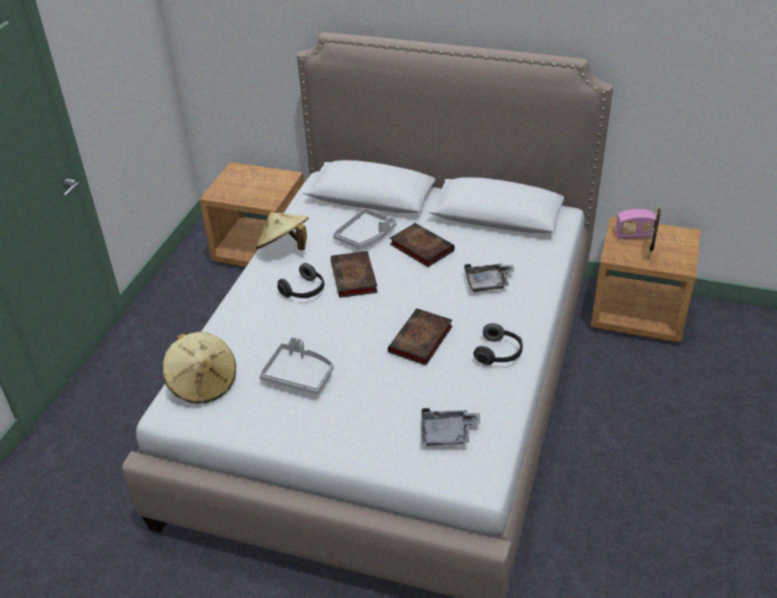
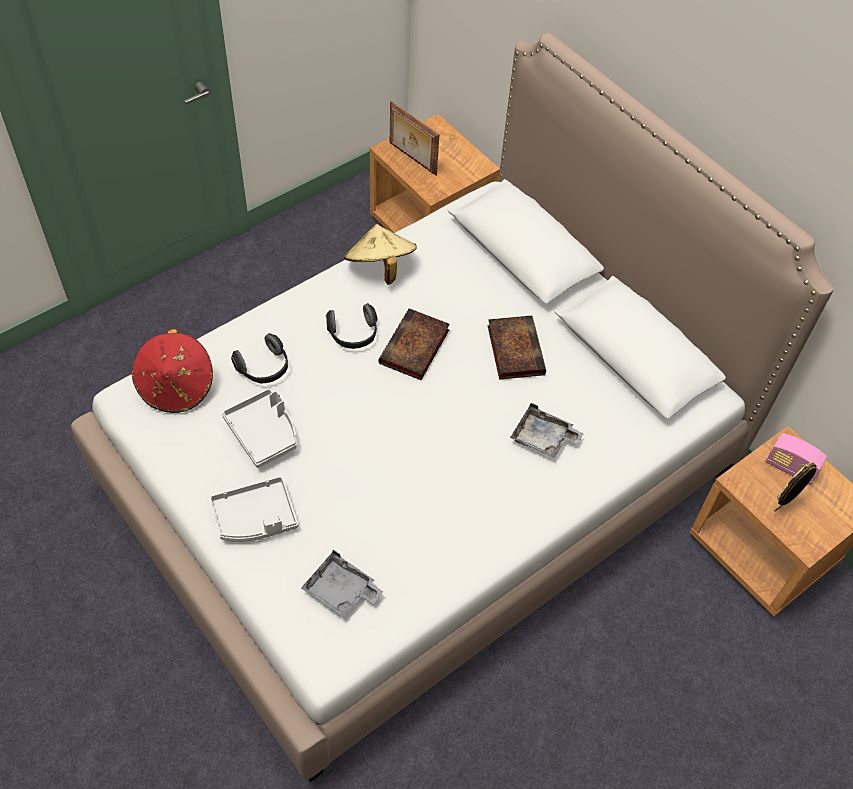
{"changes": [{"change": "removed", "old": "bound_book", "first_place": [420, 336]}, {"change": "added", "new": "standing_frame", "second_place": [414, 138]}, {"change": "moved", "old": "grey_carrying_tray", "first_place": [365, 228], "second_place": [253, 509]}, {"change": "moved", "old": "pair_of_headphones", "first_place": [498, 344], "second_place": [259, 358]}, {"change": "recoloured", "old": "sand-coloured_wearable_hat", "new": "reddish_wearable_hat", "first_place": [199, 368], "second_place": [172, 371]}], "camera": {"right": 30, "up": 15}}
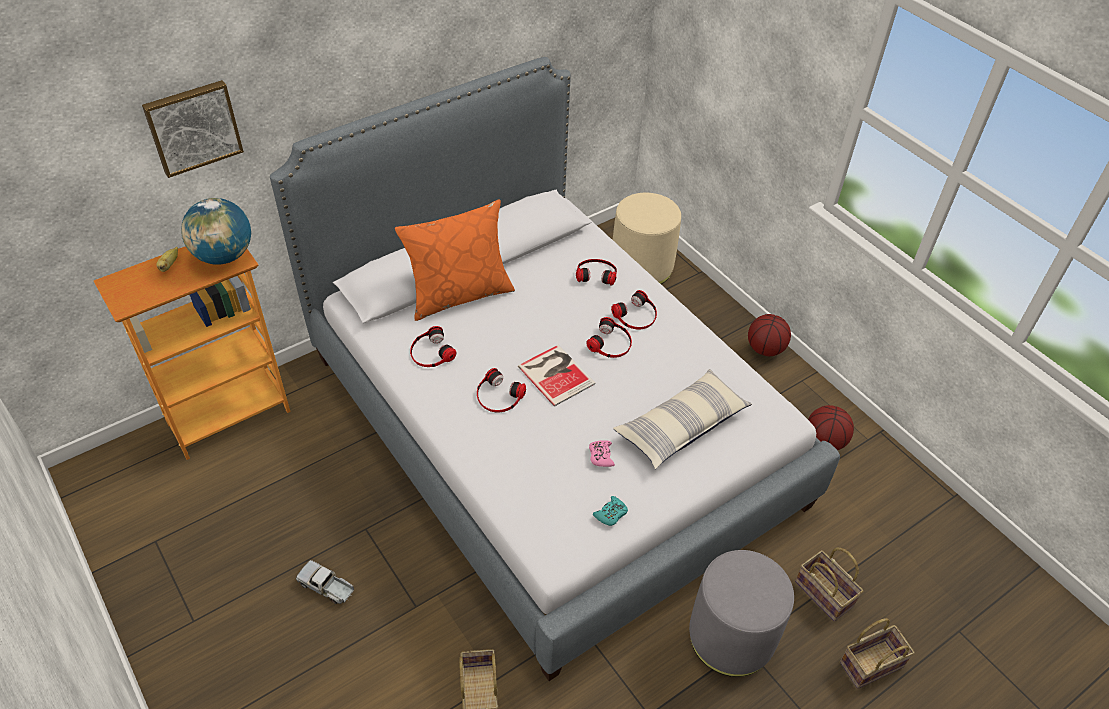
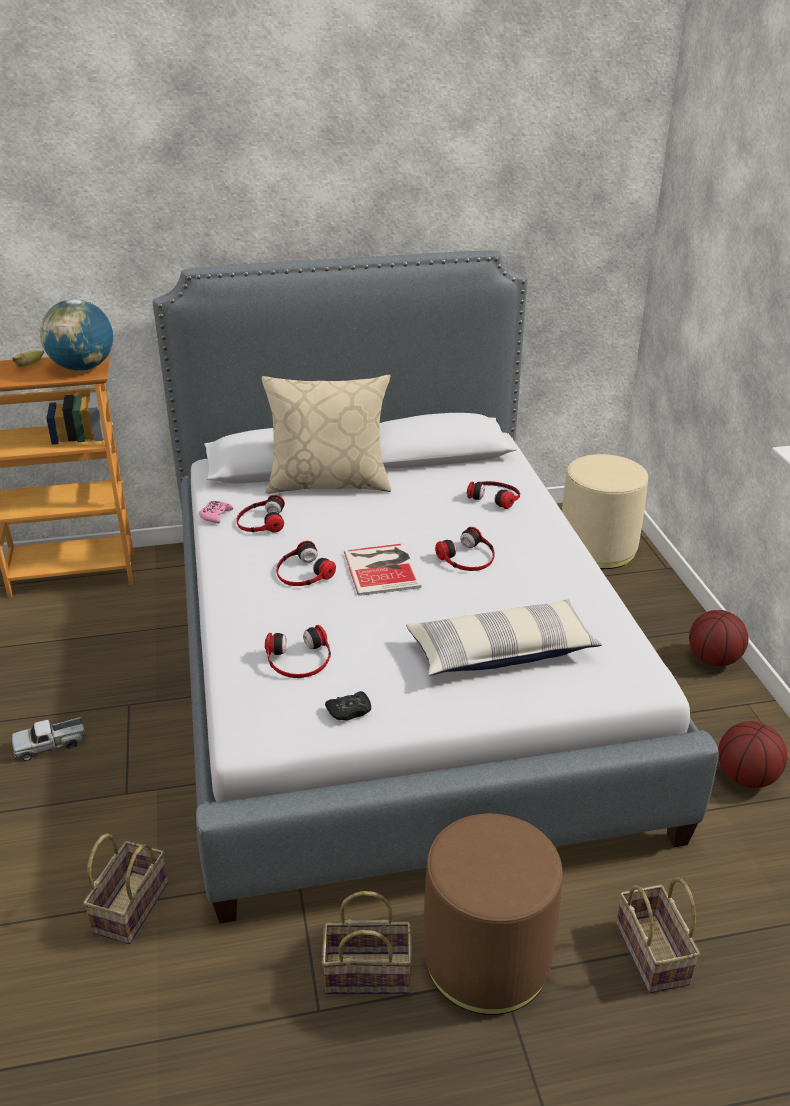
{"changes": [{"change": "removed", "old": "picture", "first_place": [193, 129]}, {"change": "moved", "old": "pinkish_game_controller", "first_place": [602, 453], "second_place": [216, 512]}, {"change": "moved", "old": "pair_of_headphones", "first_place": [634, 309], "second_place": [298, 651]}, {"change": "moved", "old": "household_basket", "first_place": [877, 653], "second_place": [367, 942]}, {"change": "recoloured", "old": "orange-coloured_pillow", "new": "sand-coloured_pillow", "first_place": [455, 260], "second_place": [326, 434]}, {"change": "recoloured", "old": "blue-green_game_controller", "new": "black_game_controller", "first_place": [610, 511], "second_place": [348, 705]}, {"change": "recoloured", "old": "grey_footrest", "new": "brown_footrest", "first_place": [741, 613], "second_place": [493, 914]}, {"change": "turned", "old": "toy_lorry", "first_place": [325, 582], "second_place": [49, 739], "degrees": -75}], "camera": {"right": 25, "up": -15}}
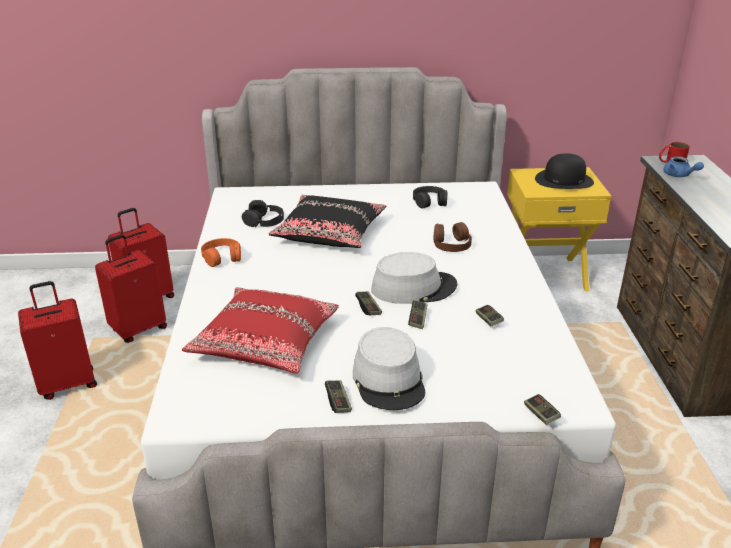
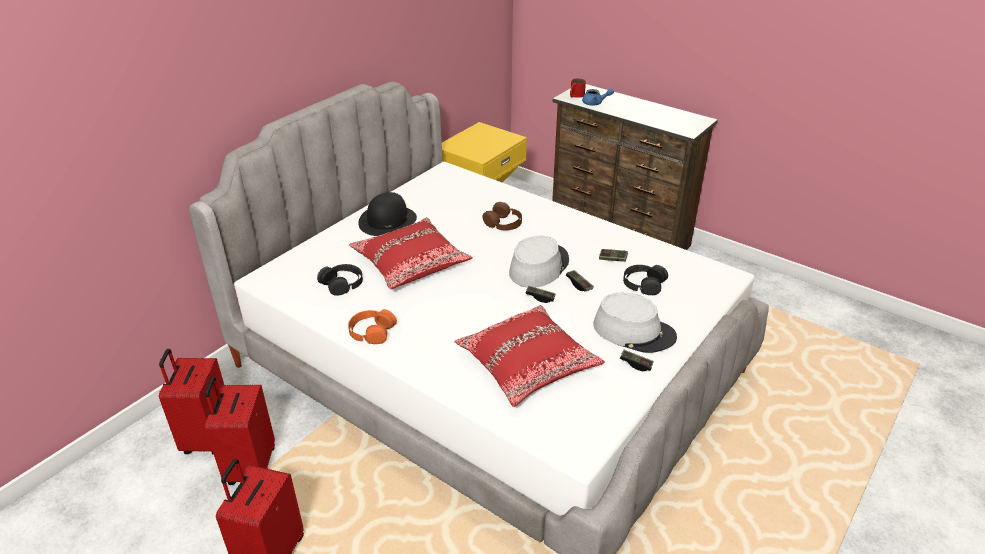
{"changes": [{"change": "removed", "old": "game_controller", "first_place": [542, 409]}, {"change": "moved", "old": "black_pair_of_headphones", "first_place": [430, 197], "second_place": [645, 280]}, {"change": "moved", "old": "black_wearable_hat", "first_place": [564, 171], "second_place": [387, 214]}, {"change": "recoloured", "old": "black_pillow", "new": "reddish_pillow", "first_place": [327, 221], "second_place": [411, 253]}], "camera": {"right": -50, "up": 5}}
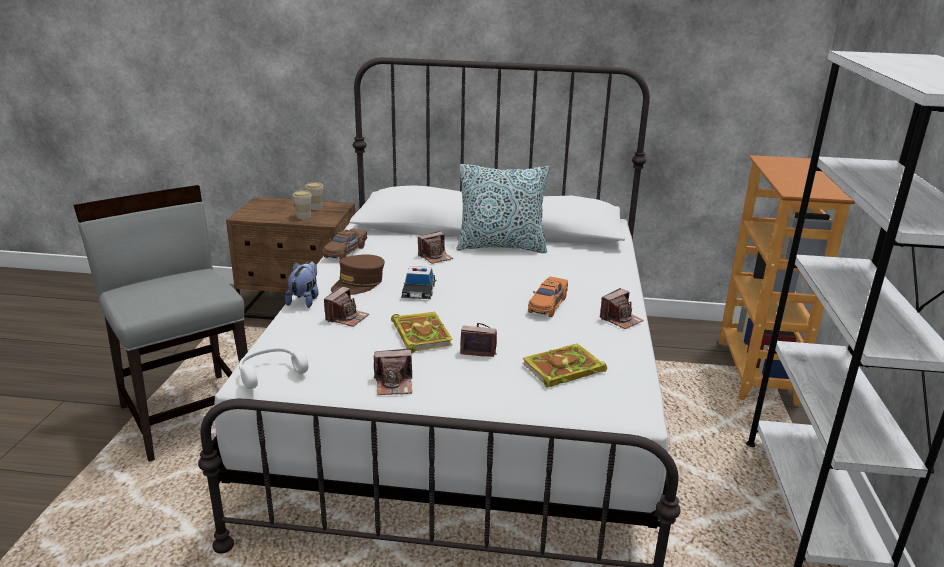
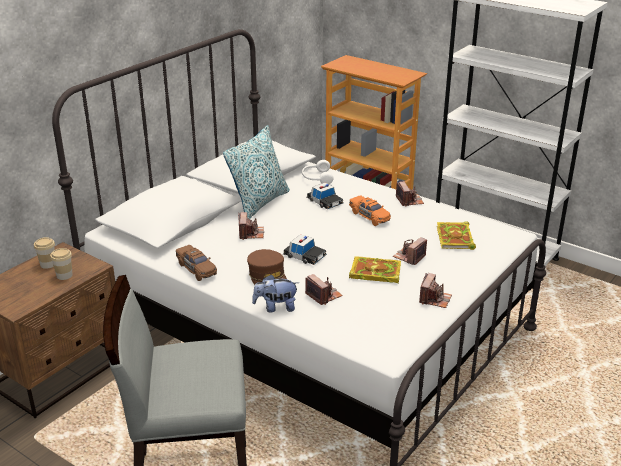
{"changes": [{"change": "added", "new": "model_car", "second_place": [325, 196]}, {"change": "moved", "old": "whitish_pair_of_headphones", "first_place": [273, 368], "second_place": [318, 172]}, {"change": "turned", "old": "cuddly_toy", "first_place": [302, 284], "second_place": [275, 293], "degrees": -45}], "camera": {"right": -60, "up": 5}}
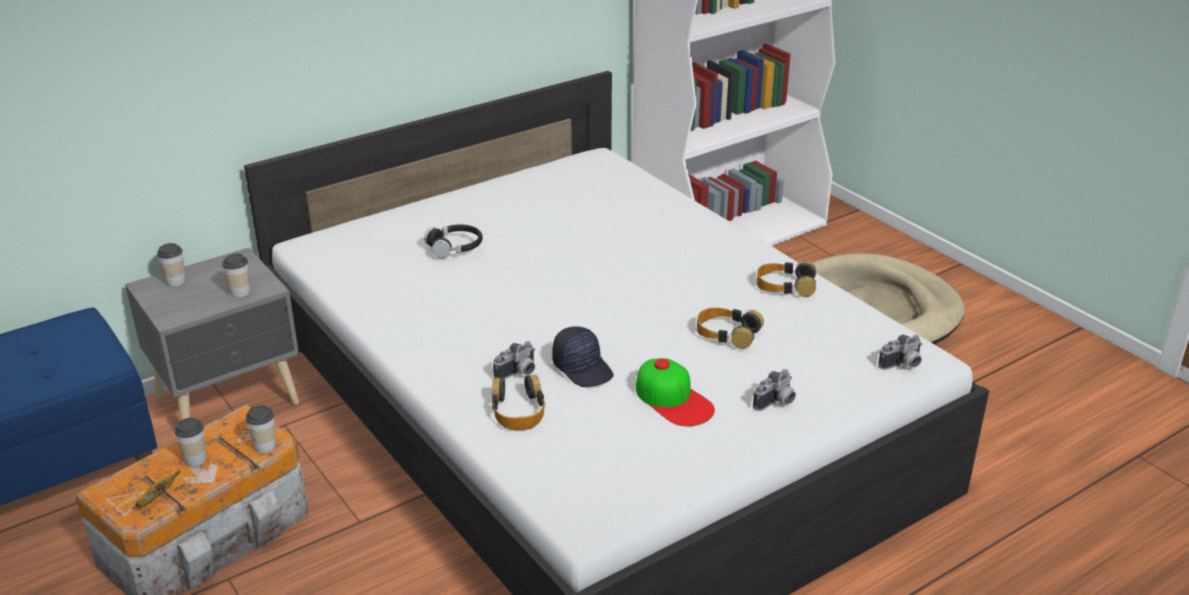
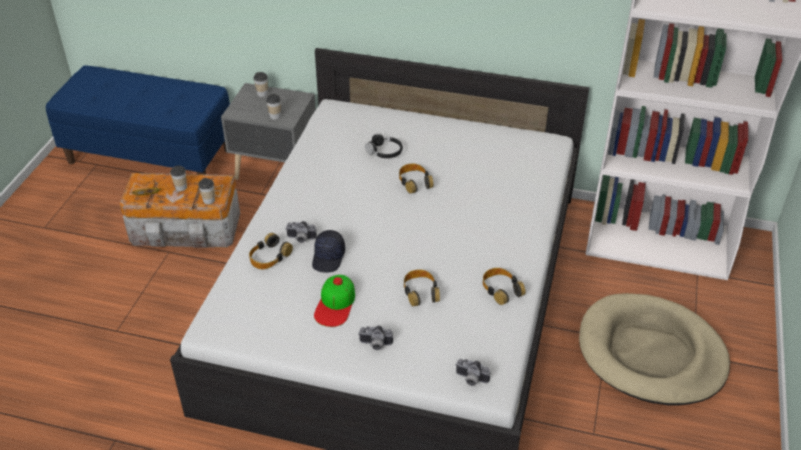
{"changes": [{"change": "added", "new": "pair_of_headphones", "second_place": [416, 179]}], "camera": {"right": 50, "up": 10}}
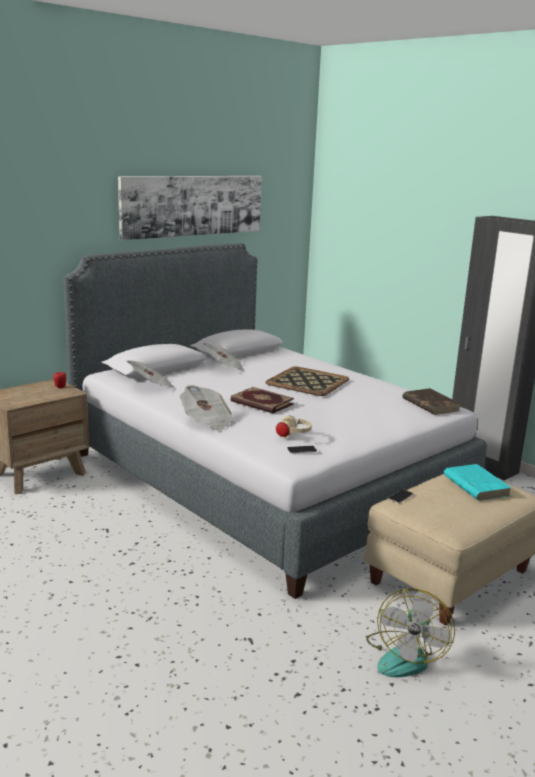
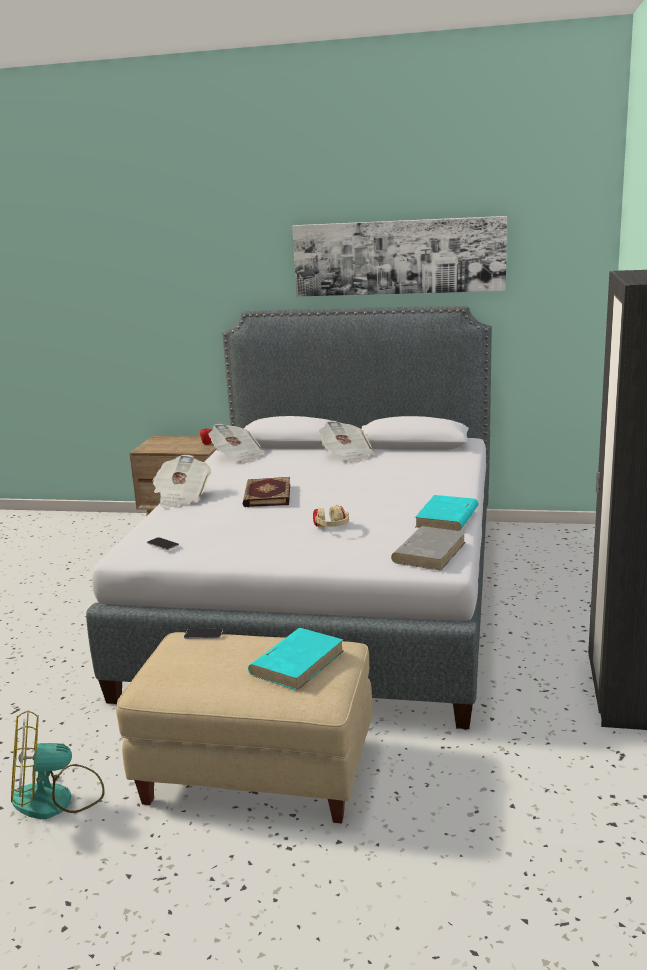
{"changes": [{"change": "removed", "old": "carrying_tray", "first_place": [307, 381]}, {"change": "added", "new": "blue-green_bound_book", "second_place": [446, 513]}, {"change": "moved", "old": "sand-coloured_pair_of_headphones", "first_place": [294, 426], "second_place": [331, 516]}, {"change": "recoloured", "old": "brown_bound_book", "new": "grey_bound_book", "first_place": [432, 401], "second_place": [428, 548]}], "camera": {"right": 55, "up": 0}}
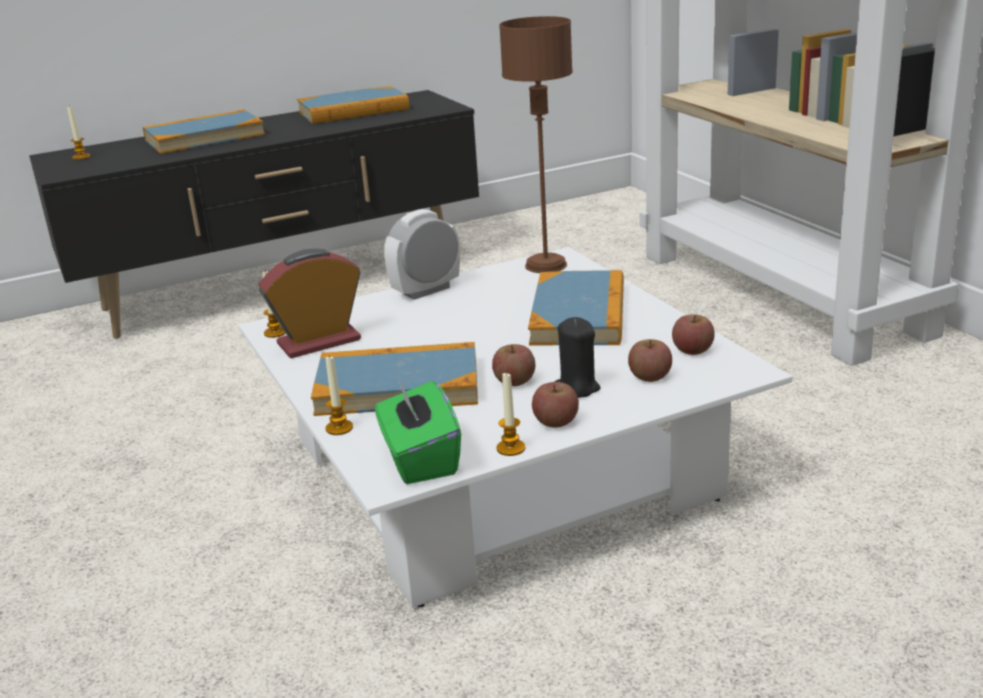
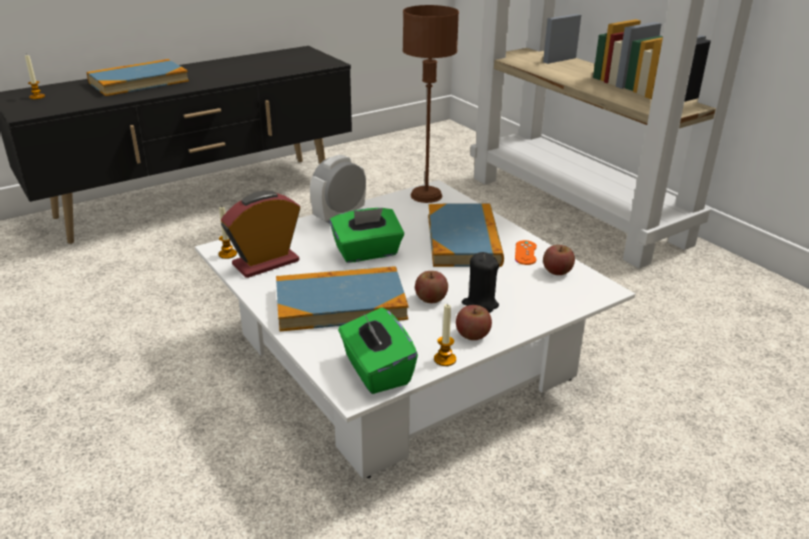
{"changes": [{"change": "removed", "old": "bound_book", "first_place": [353, 105]}, {"change": "removed", "old": "wax_candle", "first_place": [339, 395]}, {"change": "removed", "old": "apple_fruit", "first_place": [650, 360]}, {"change": "added", "new": "green-coloured_tissue_holder", "second_place": [366, 235]}, {"change": "added", "new": "orange-coloured_game_controller", "second_place": [526, 252]}], "camera": {"right": -10, "up": 5}}
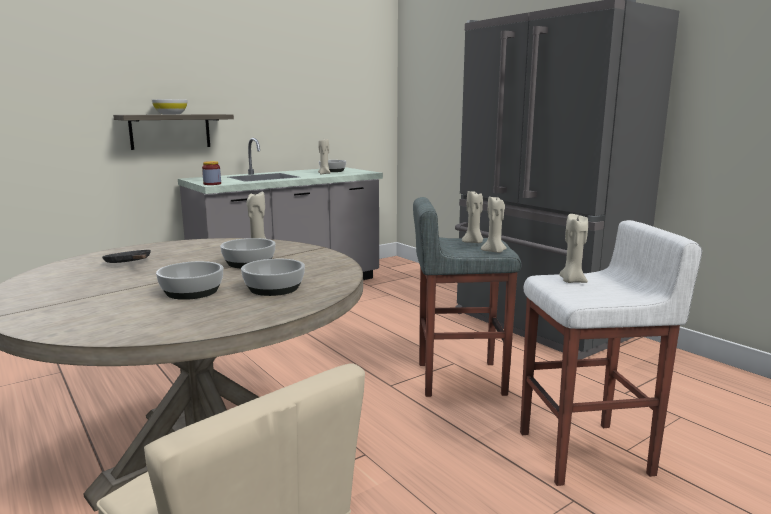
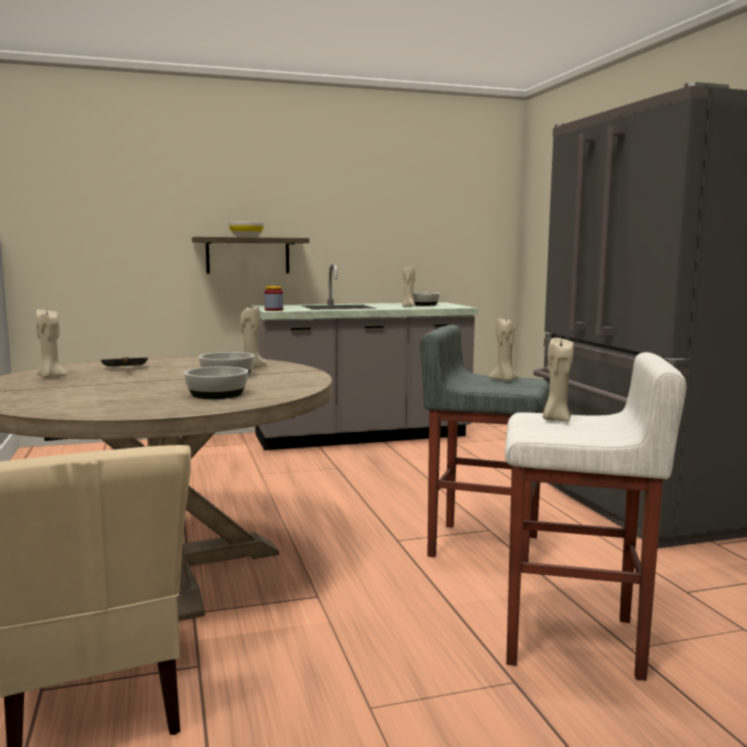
{"changes": [{"change": "removed", "old": "deep_dish", "first_place": [189, 280]}, {"change": "moved", "old": "sand-coloured_wax_candle", "first_place": [494, 225], "second_place": [51, 344]}], "camera": {"right": 20, "up": -5}}
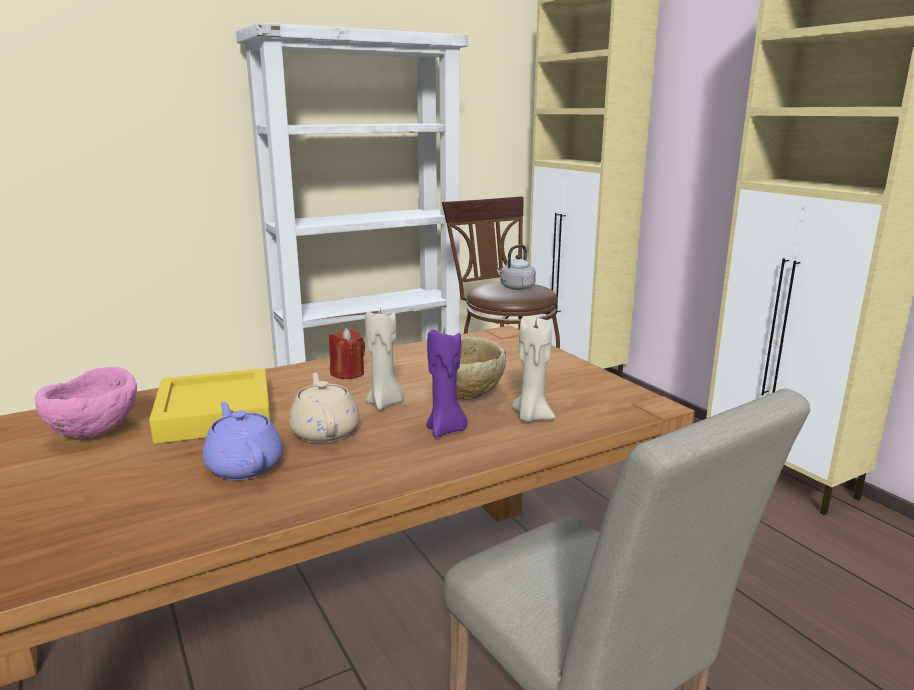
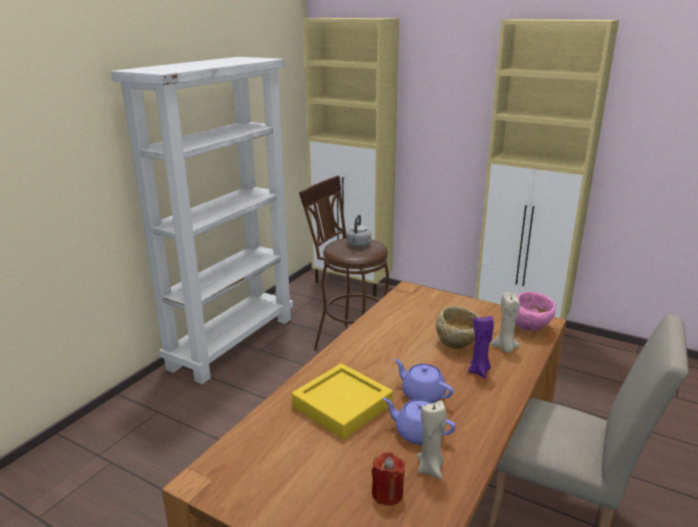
{"changes": [{"change": "moved", "old": "pinkish_deep_dish", "first_place": [86, 403], "second_place": [535, 311]}, {"change": "moved", "old": "reddish_wax_candle", "first_place": [347, 353], "second_place": [388, 478]}, {"change": "moved", "old": "sand-coloured_wax_candle", "first_place": [384, 359], "second_place": [432, 440]}, {"change": "recoloured", "old": "sand-coloured_teapot", "new": "purple_teapot", "first_place": [324, 408], "second_place": [423, 381]}], "camera": {"right": -30, "up": 5}}
